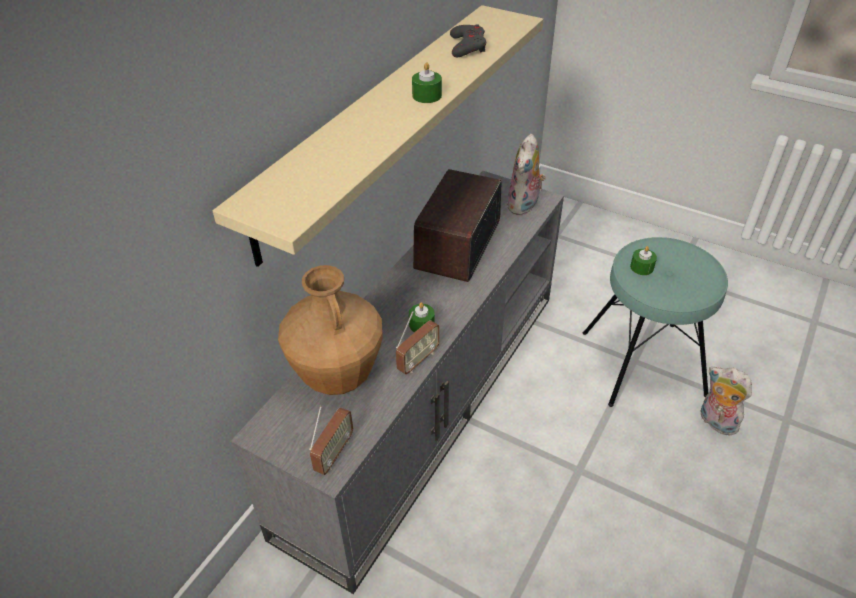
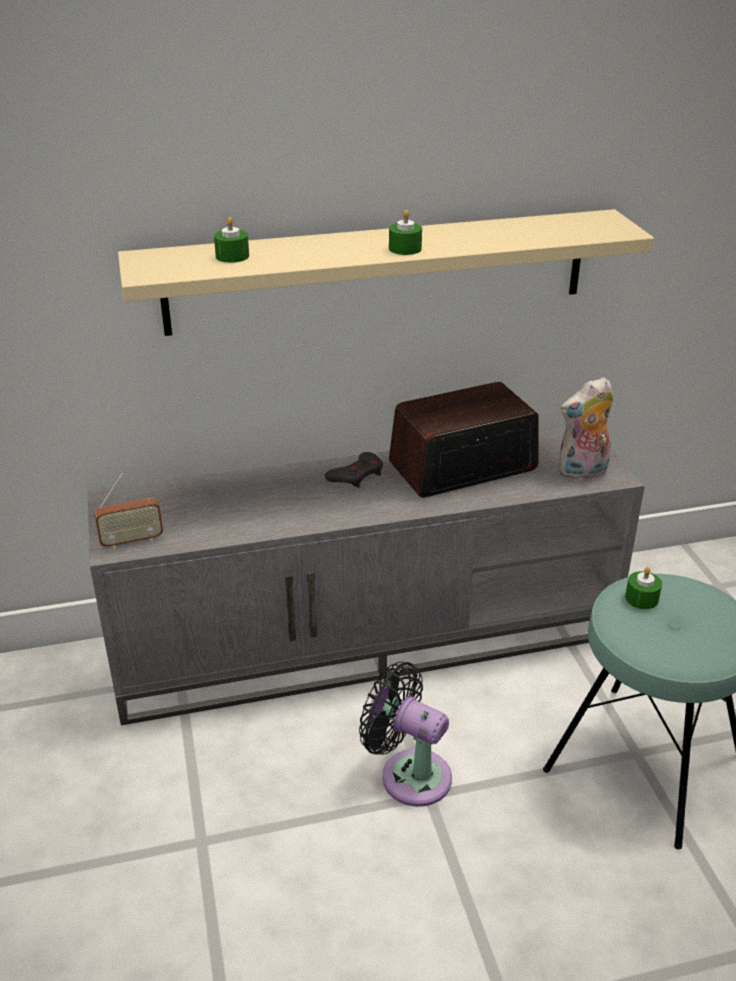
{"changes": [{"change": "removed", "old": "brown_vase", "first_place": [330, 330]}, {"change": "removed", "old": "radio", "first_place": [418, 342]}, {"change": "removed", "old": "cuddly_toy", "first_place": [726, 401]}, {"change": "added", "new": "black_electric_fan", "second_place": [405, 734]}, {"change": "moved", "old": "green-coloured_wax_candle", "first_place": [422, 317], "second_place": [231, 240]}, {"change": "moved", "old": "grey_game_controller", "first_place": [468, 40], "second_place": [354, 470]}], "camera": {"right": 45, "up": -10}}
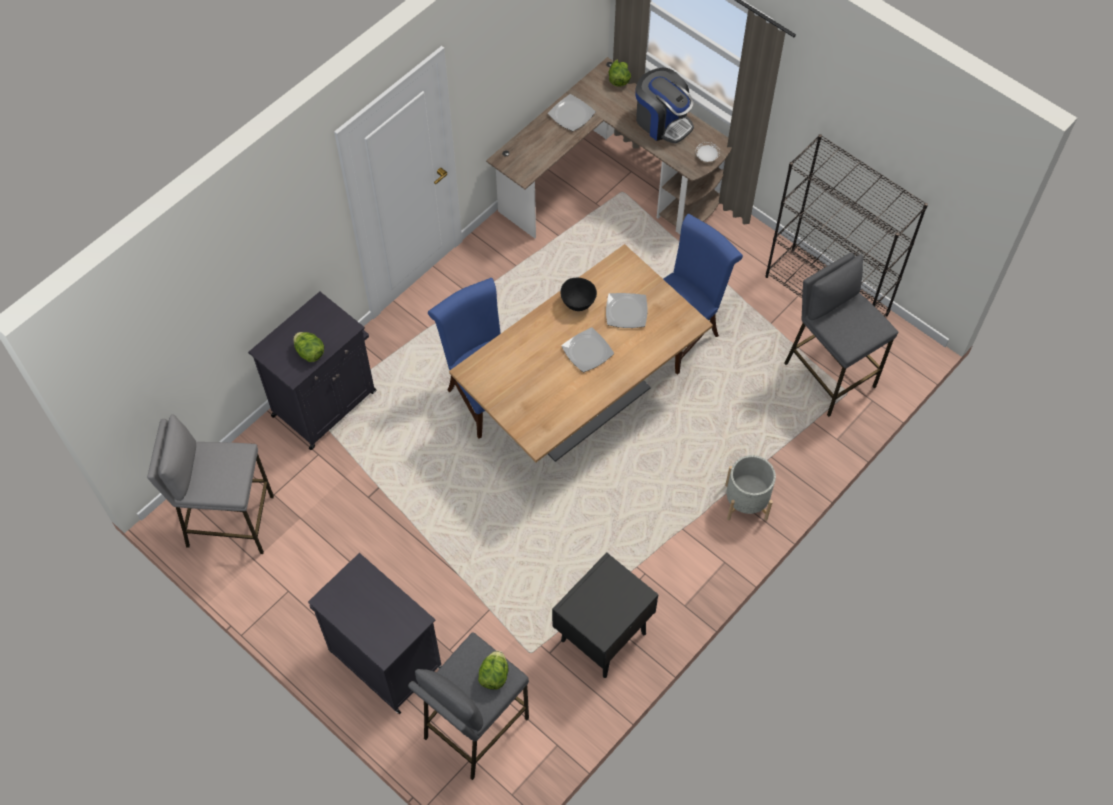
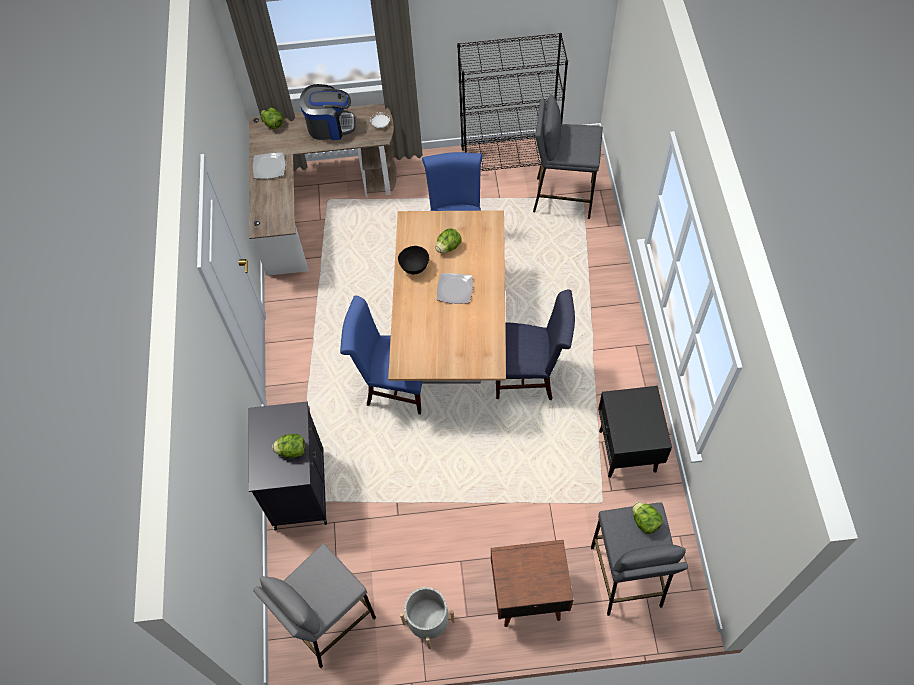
{"changes": [{"change": "added", "new": "blue_plain_chair", "second_place": [535, 345]}, {"change": "moved", "old": "grey_plant_pot", "first_place": [750, 488], "second_place": [427, 618]}, {"change": "replaced", "old": "black_cabinet", "new": "brown_bedside_table", "first_place": [374, 633], "second_place": [532, 583]}, {"change": "replaced", "old": "dinner_plate", "new": "lettuce", "first_place": [627, 310], "second_place": [448, 240]}], "camera": {"right": -45, "up": 0}}
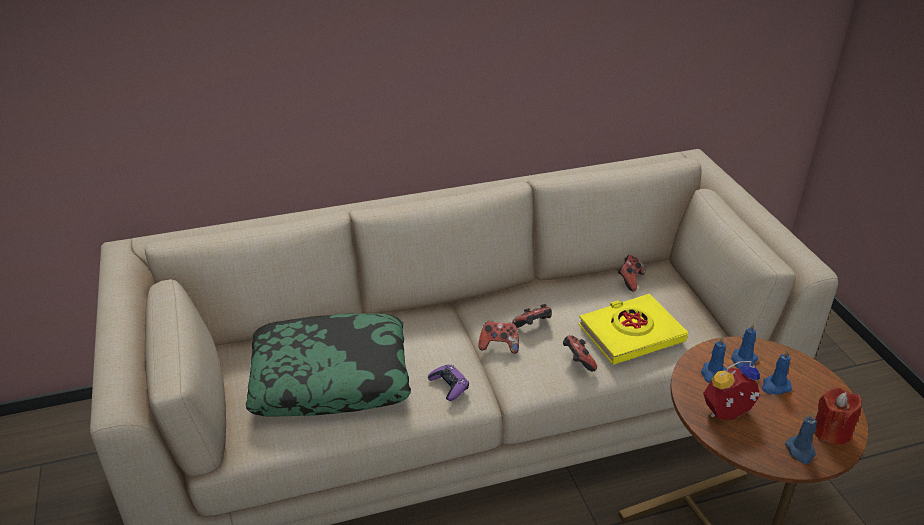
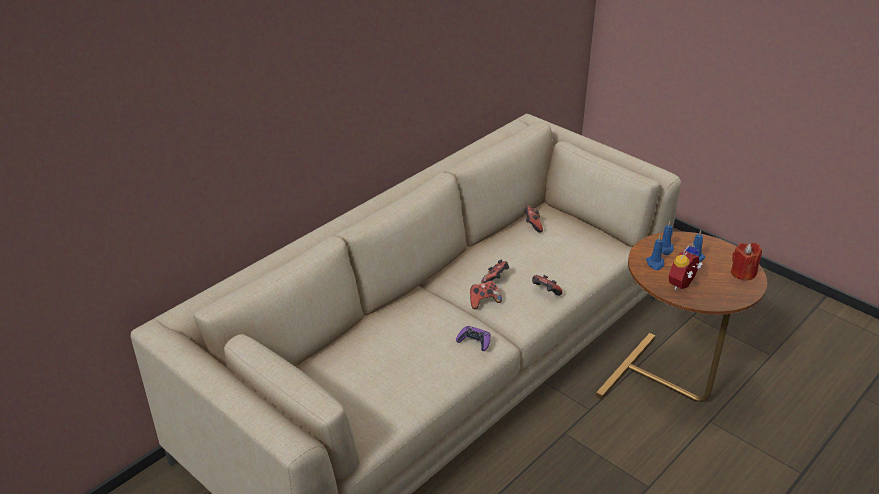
{"changes": [{"change": "removed", "old": "pillow", "first_place": [328, 365]}, {"change": "removed", "old": "yellow-coloured_bound_book", "first_place": [633, 329]}, {"change": "removed", "old": "blue_wax_candle", "first_place": [801, 438]}], "camera": {"right": -30, "up": 0}}
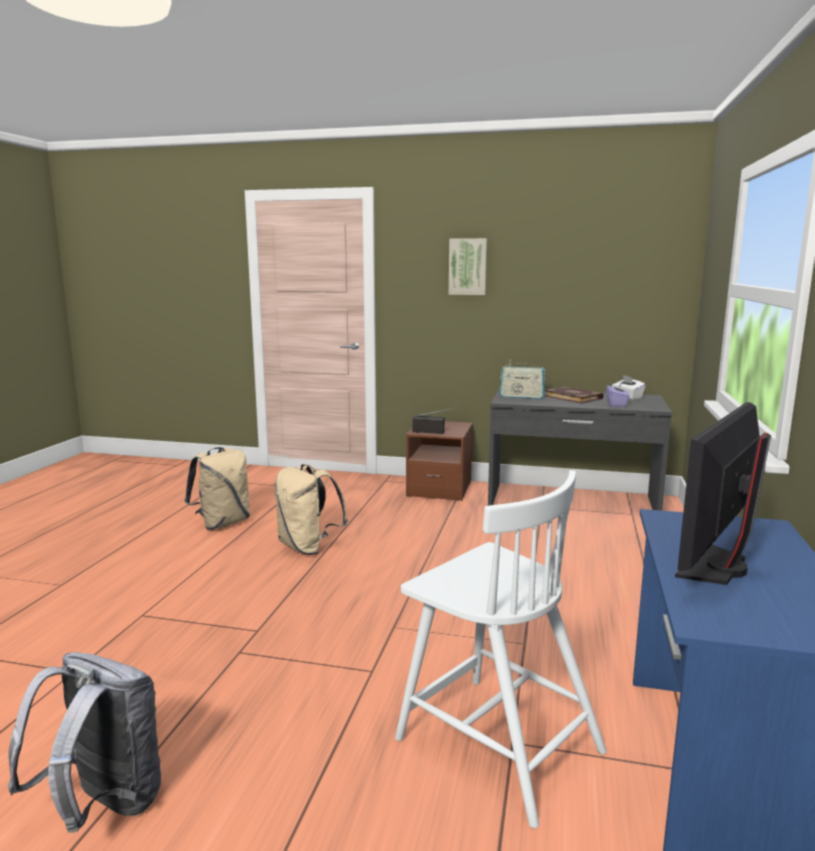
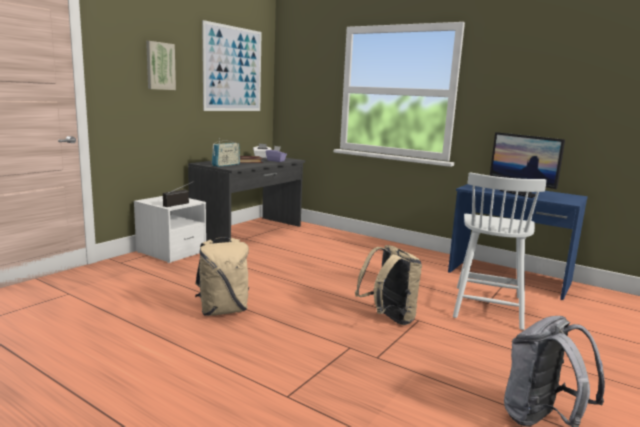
{"changes": [{"change": "added", "new": "picture", "second_place": [232, 65]}, {"change": "moved", "old": "sand-coloured_rucksack", "first_place": [217, 488], "second_place": [388, 285]}, {"change": "recoloured", "old": "brown_bedside_table", "new": "whitish_bedside_table", "first_place": [439, 461], "second_place": [170, 229]}, {"change": "turned", "old": "whitish_plain_chair", "first_place": [501, 649], "second_place": [500, 251], "degrees": 135}], "camera": {"right": -70, "up": 0}}
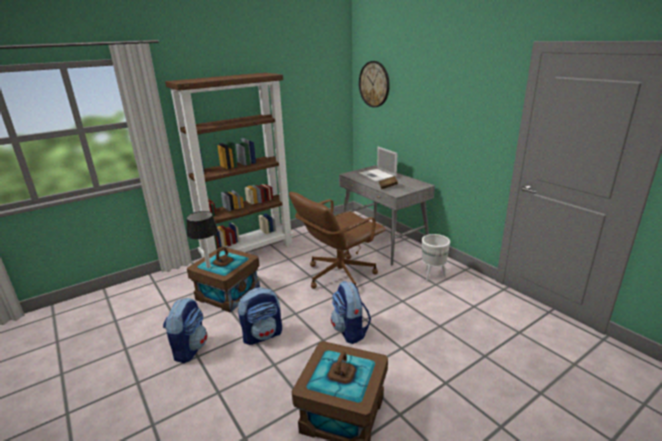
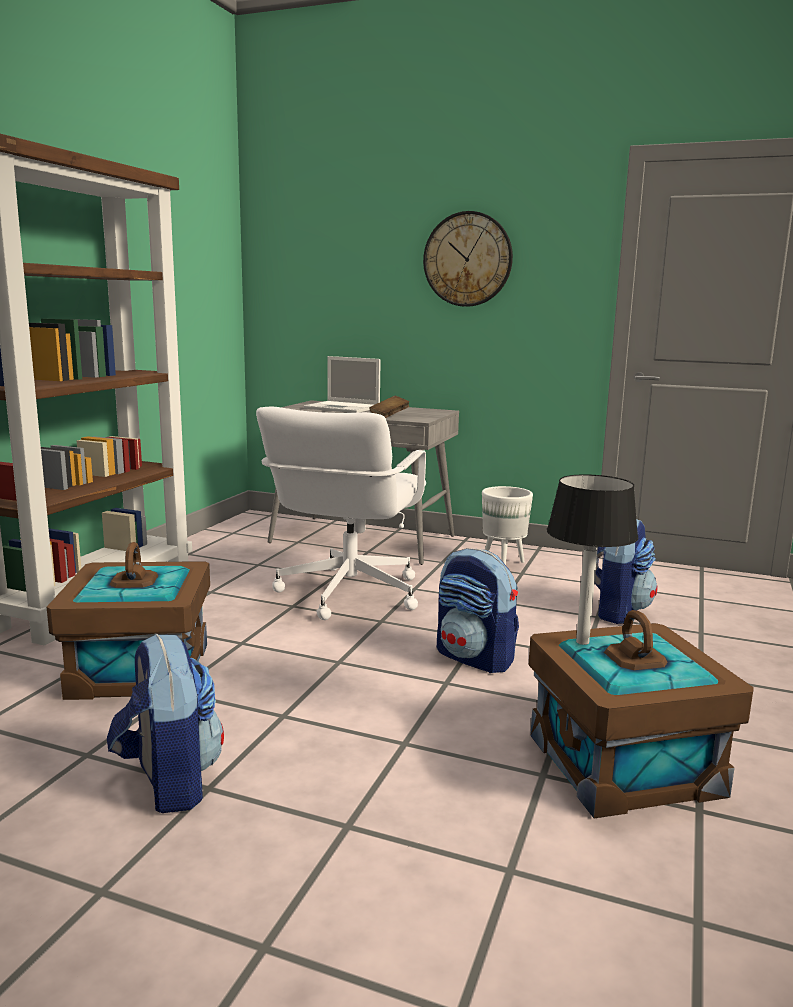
{"changes": [{"change": "moved", "old": "tabletop_lamp", "first_place": [202, 239], "second_place": [592, 559]}, {"change": "moved", "old": "rucksack", "first_place": [260, 316], "second_place": [626, 571]}, {"change": "moved", "old": "clock_on_the_wall", "first_place": [374, 84], "second_place": [468, 259]}, {"change": "recoloured", "old": "brown_desk_chair", "new": "whitish_desk_chair", "first_place": [337, 240], "second_place": [341, 513]}], "camera": {"right": -35, "up": -10}}
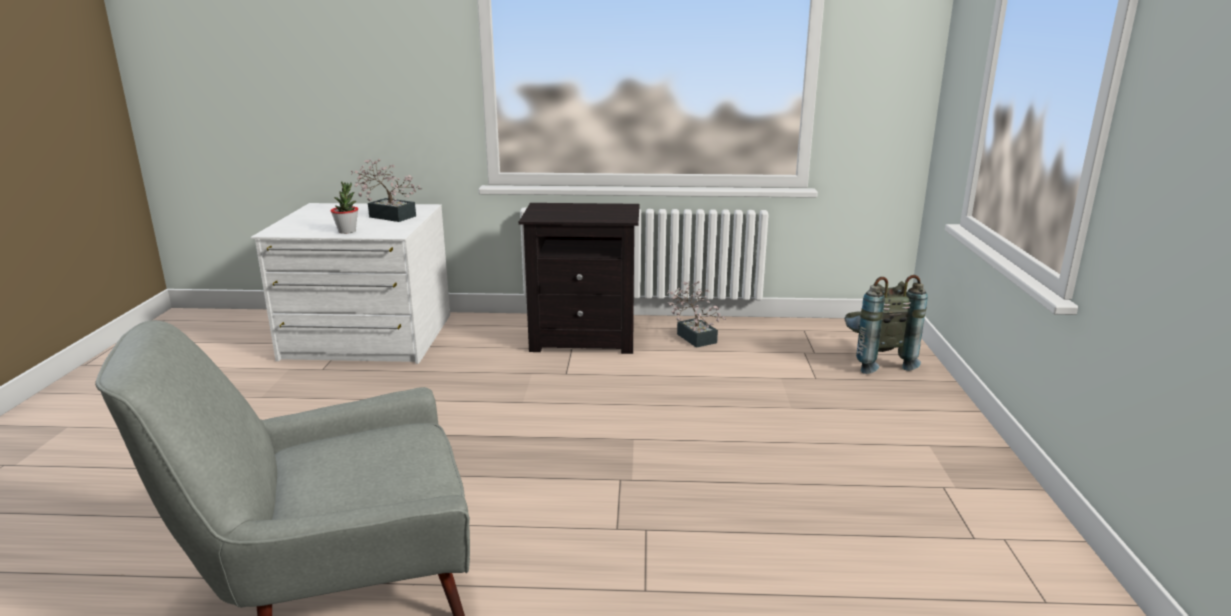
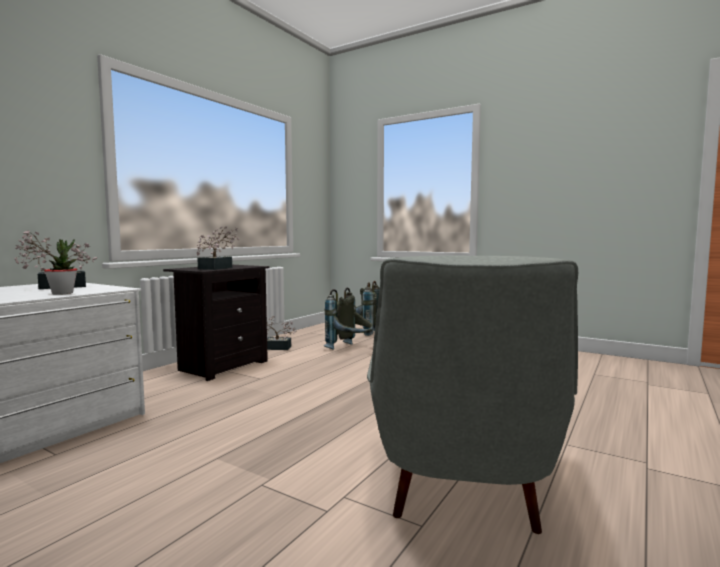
{"changes": [{"change": "added", "new": "plant_in_a_pot", "second_place": [218, 248]}, {"change": "added", "new": "grey_rucksack", "second_place": [348, 318]}], "camera": {"right": -60, "up": -15}}
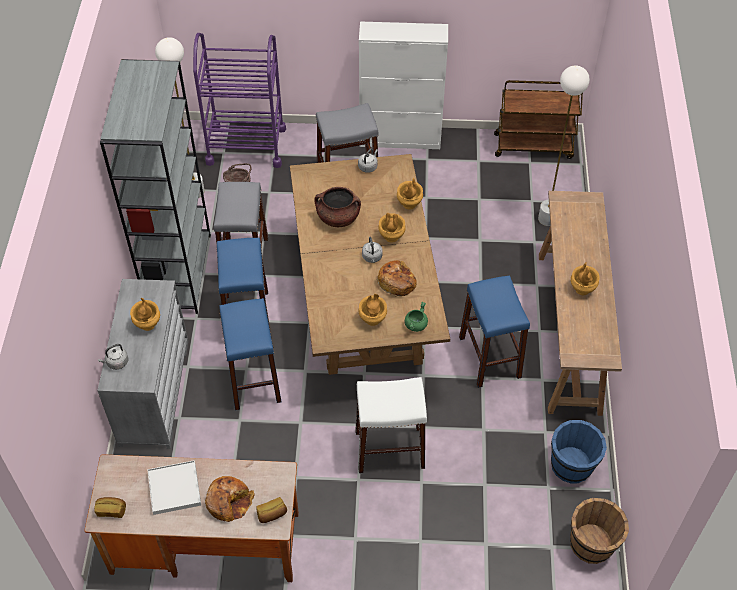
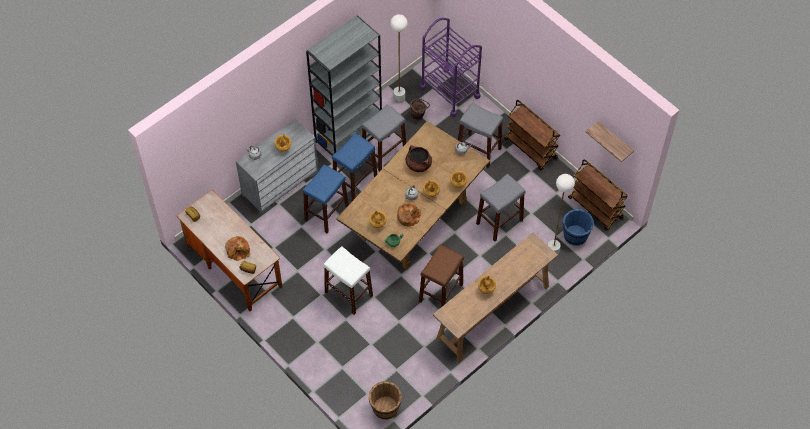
{"changes": [{"change": "removed", "old": "whitish_carrying_tray", "first_place": [174, 487]}, {"change": "added", "new": "grey_stool", "second_place": [500, 208]}, {"change": "added", "new": "wall_shelf", "second_place": [609, 141]}, {"change": "moved", "old": "blue_water_bucket", "first_place": [579, 452], "second_place": [578, 227]}, {"change": "replaced", "old": "whitish_cabinet", "new": "brown_wheeled_cart", "first_place": [403, 85], "second_place": [532, 135]}, {"change": "recoloured", "old": "blue_stool", "new": "brown_stool", "first_place": [494, 331], "second_place": [441, 276]}], "camera": {"right": 45, "up": 5}}
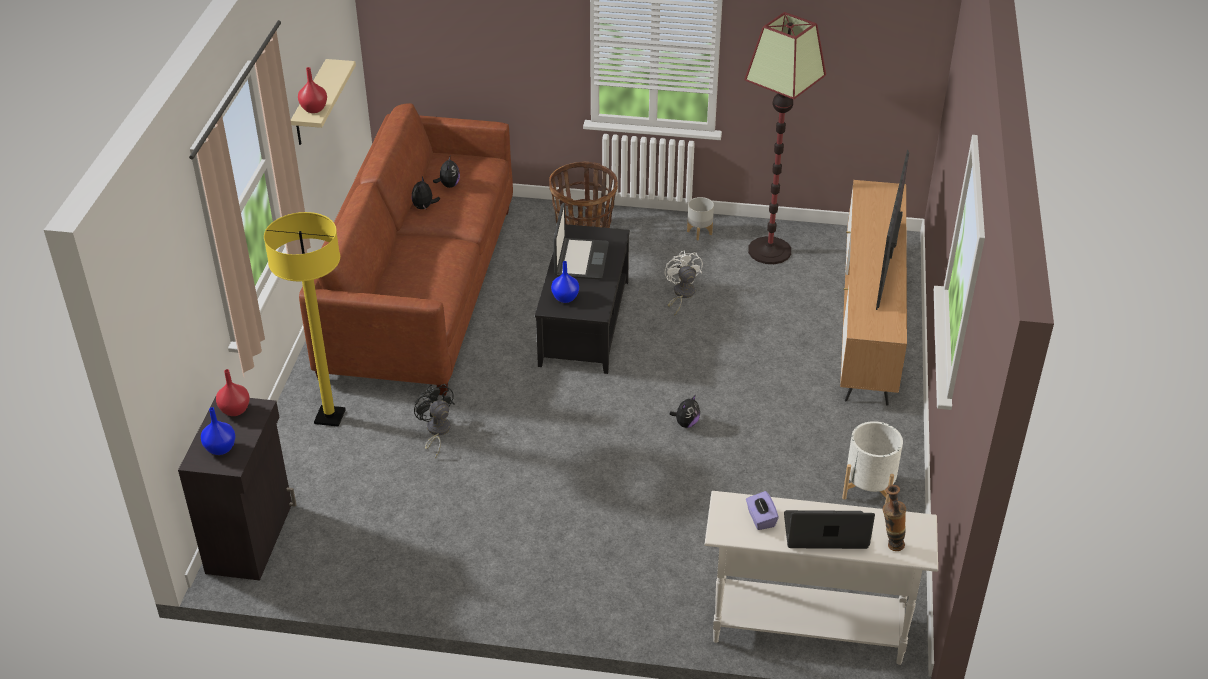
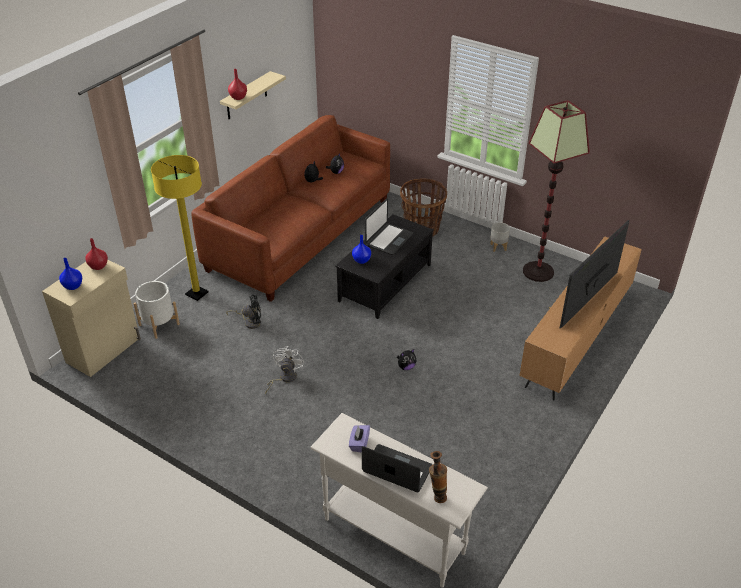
{"changes": [{"change": "moved", "old": "whitish_electric_fan", "first_place": [684, 282], "second_place": [284, 370]}, {"change": "moved", "old": "whitish_plant_pot", "first_place": [872, 462], "second_place": [157, 310]}, {"change": "recoloured", "old": "black_cabinet", "new": "sand-coloured_cabinet", "first_place": [237, 488], "second_place": [91, 318]}, {"change": "turned", "old": "black_electric_fan", "first_place": [434, 421], "second_place": [243, 312], "degrees": 90}], "camera": {"right": 25, "up": 0}}
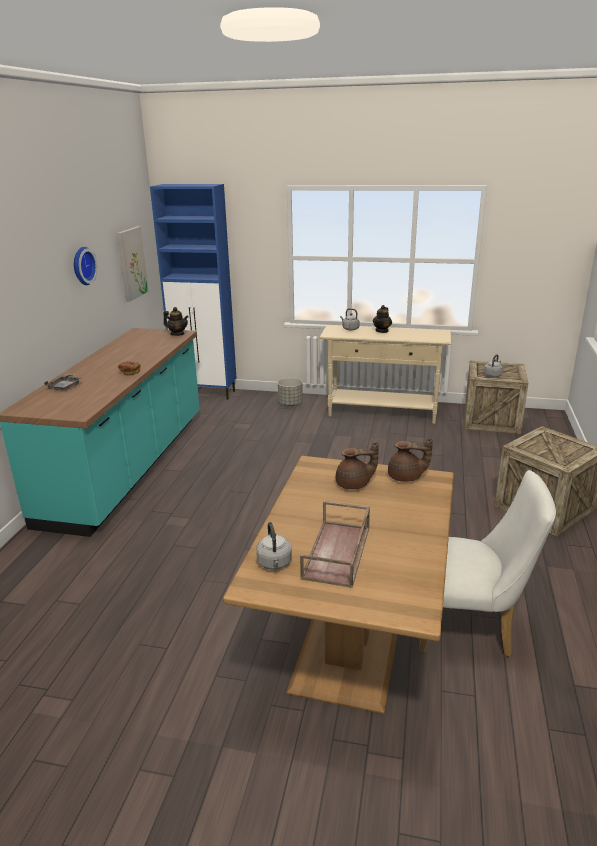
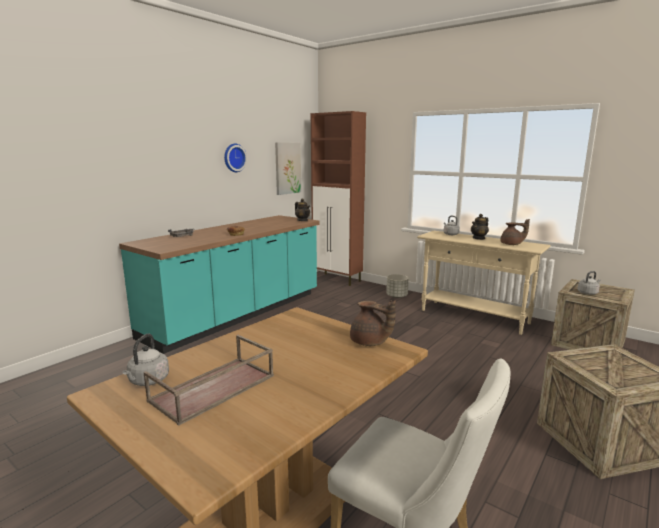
{"changes": [{"change": "moved", "old": "brown_teapot", "first_place": [357, 465], "second_place": [515, 232]}, {"change": "recoloured", "old": "blue_cabinet", "new": "brown_cabinet", "first_place": [193, 292], "second_place": [338, 198]}], "camera": {"right": 25, "up": -10}}
